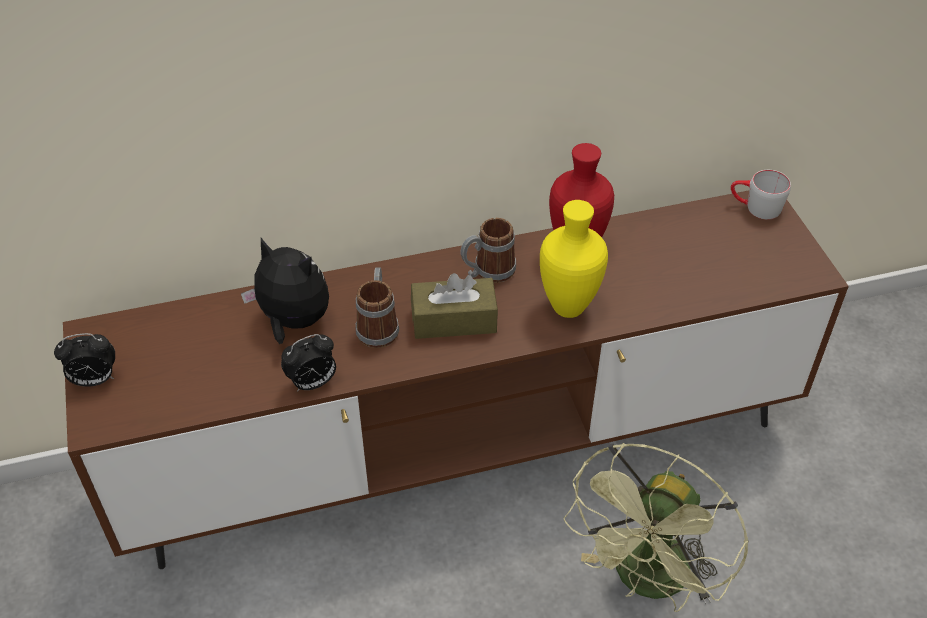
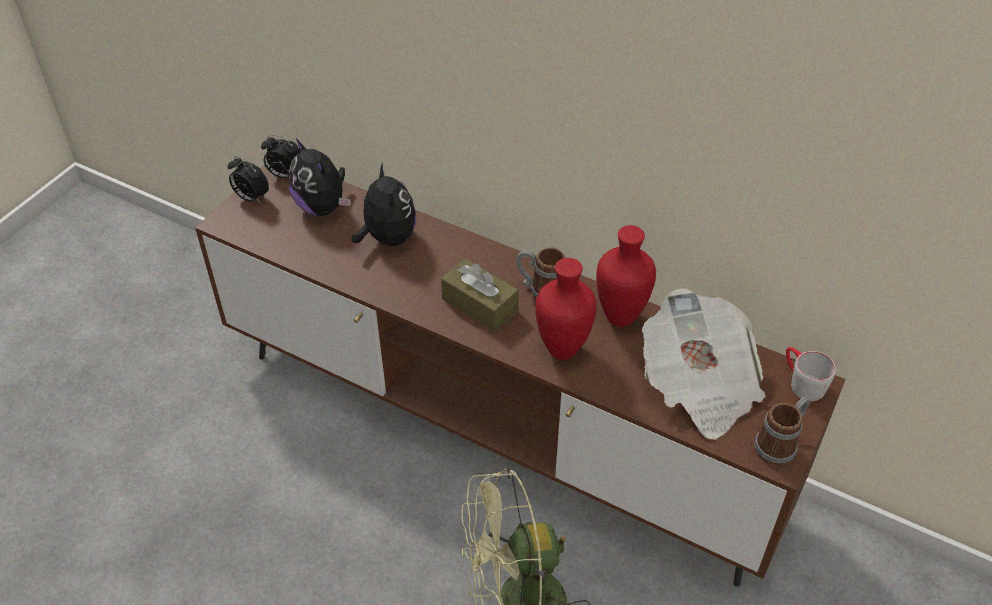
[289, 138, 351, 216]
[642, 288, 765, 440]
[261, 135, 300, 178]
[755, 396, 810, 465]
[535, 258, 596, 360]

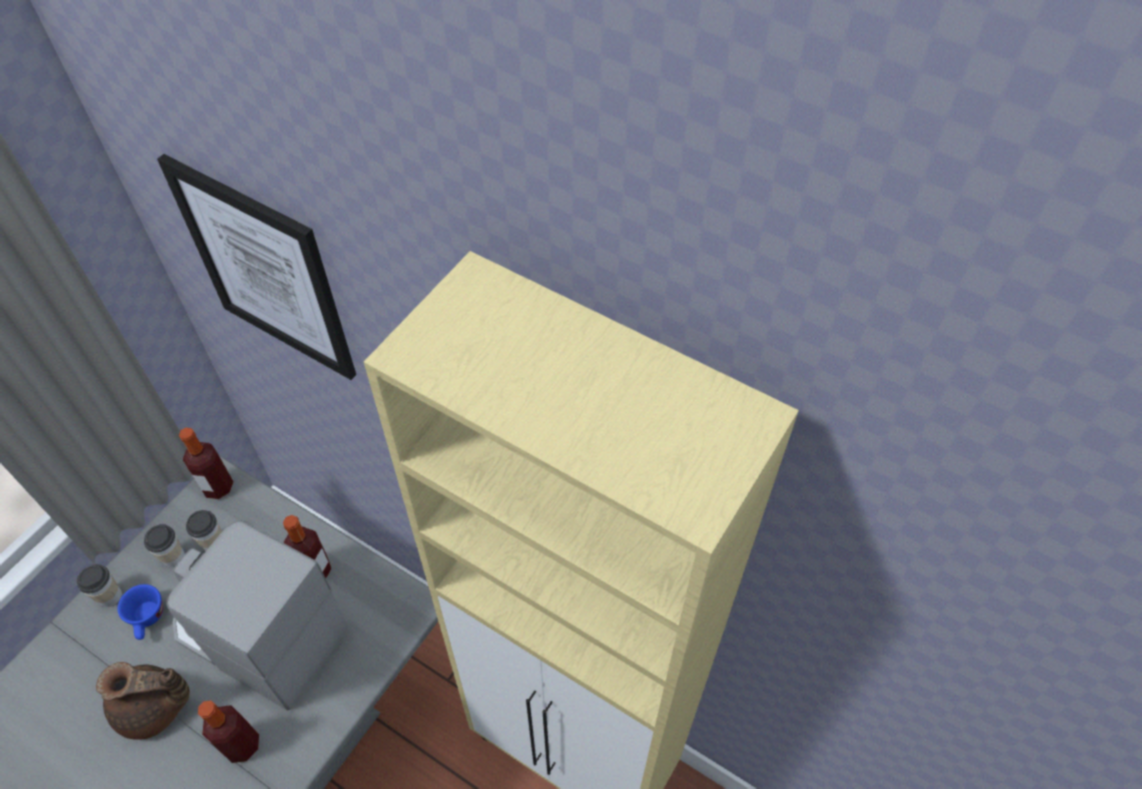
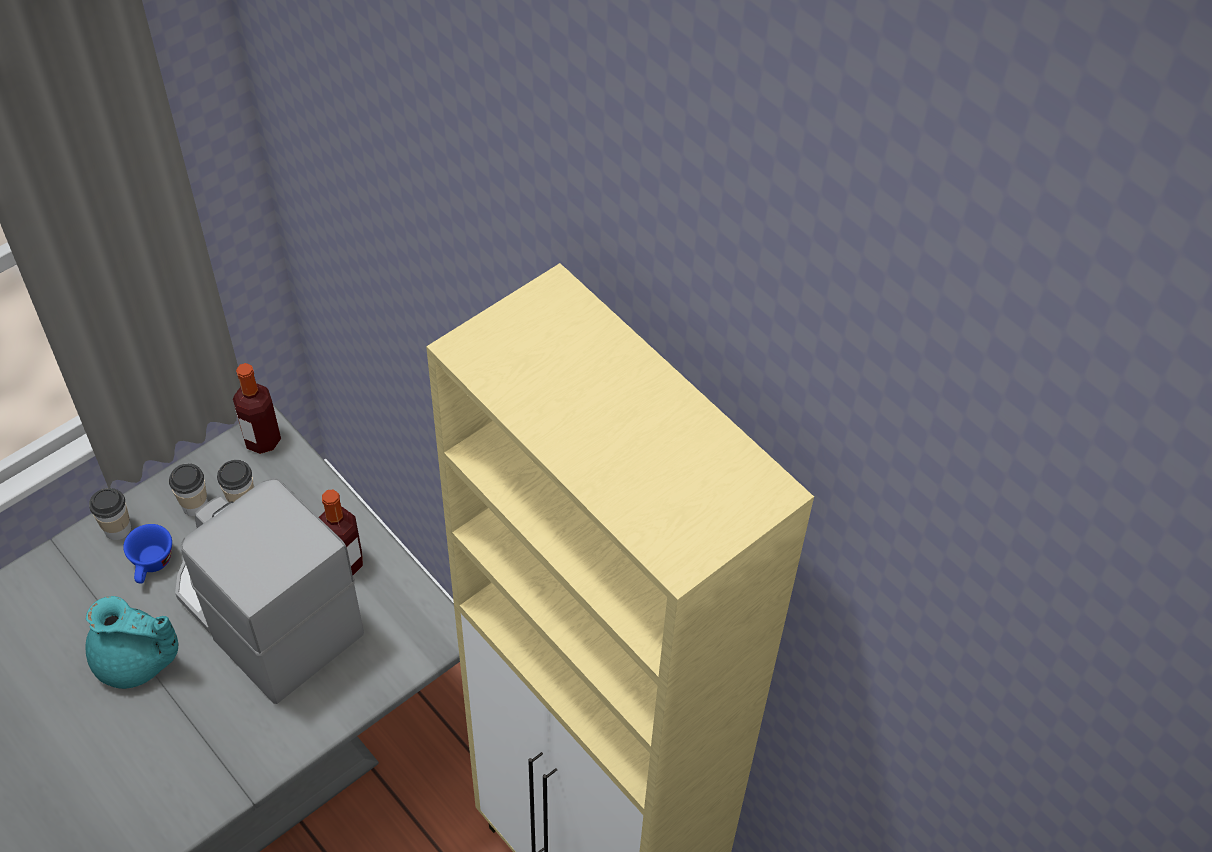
[157, 154, 356, 380] (first image)
[198, 701, 259, 763] (first image)
[86, 596, 178, 689]

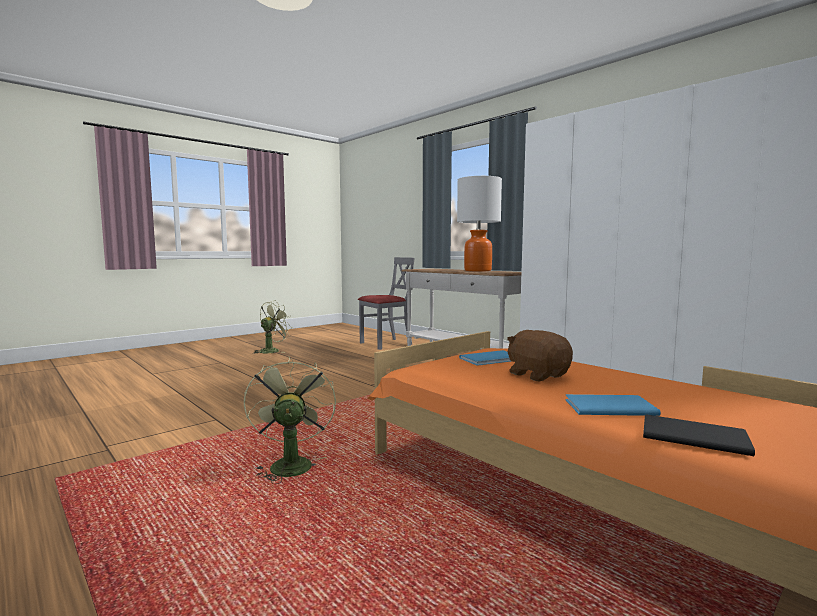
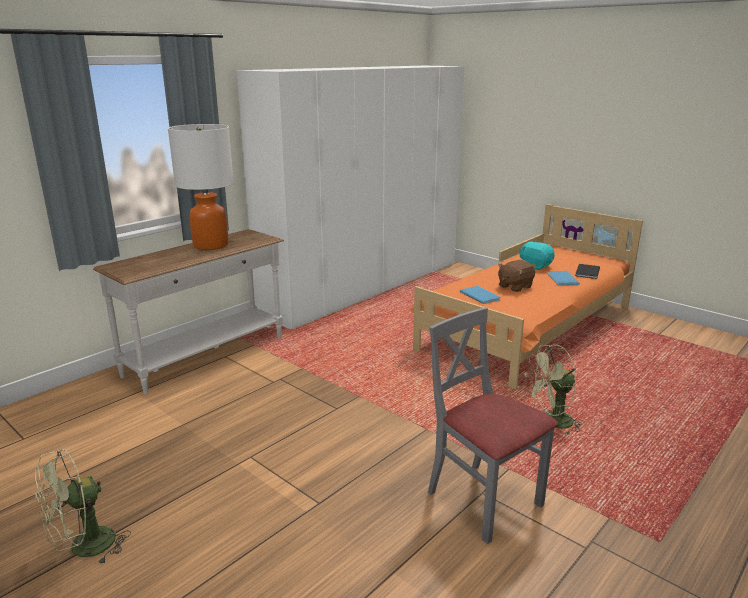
[519, 242, 555, 270]
[428, 307, 558, 544]
[35, 449, 131, 565]

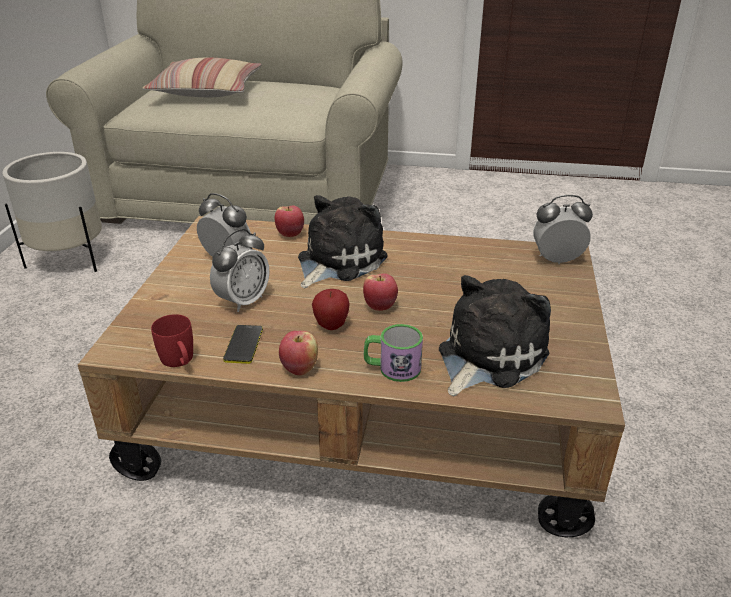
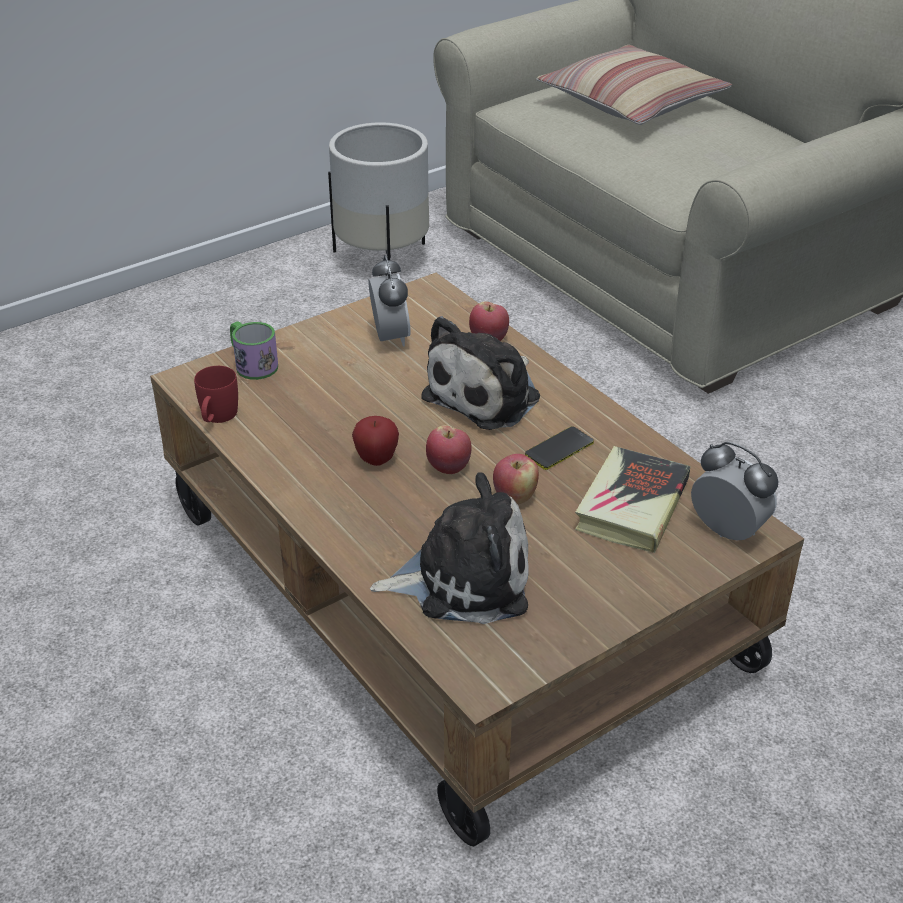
[210, 229, 270, 312] (first image)
[575, 446, 691, 553]
[525, 426, 594, 470]
[493, 454, 539, 505]
[230, 321, 278, 380]
[421, 316, 540, 430]

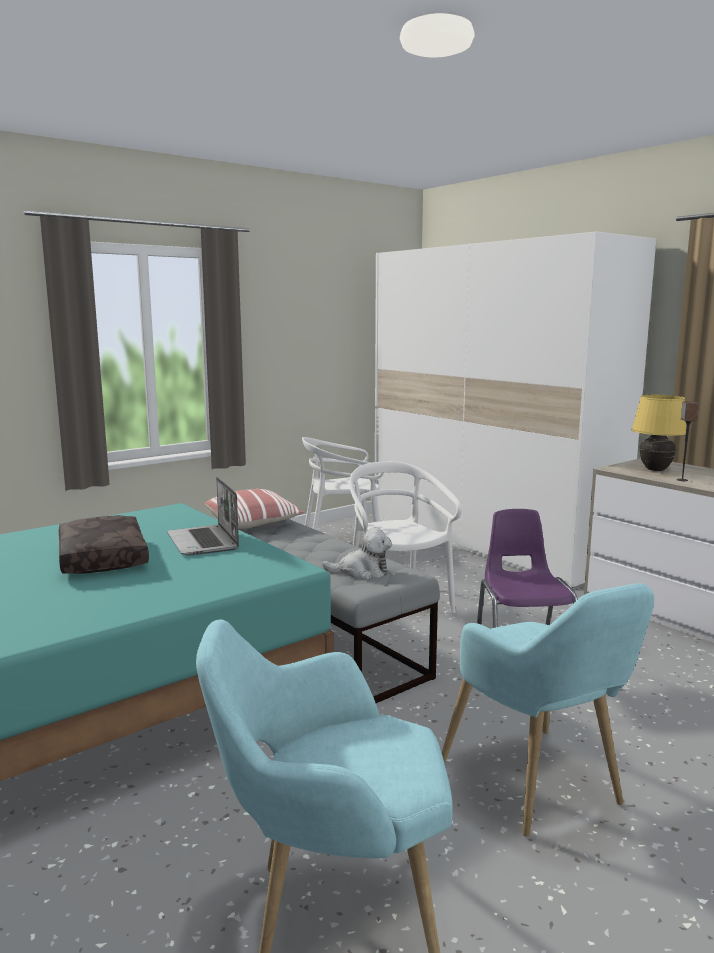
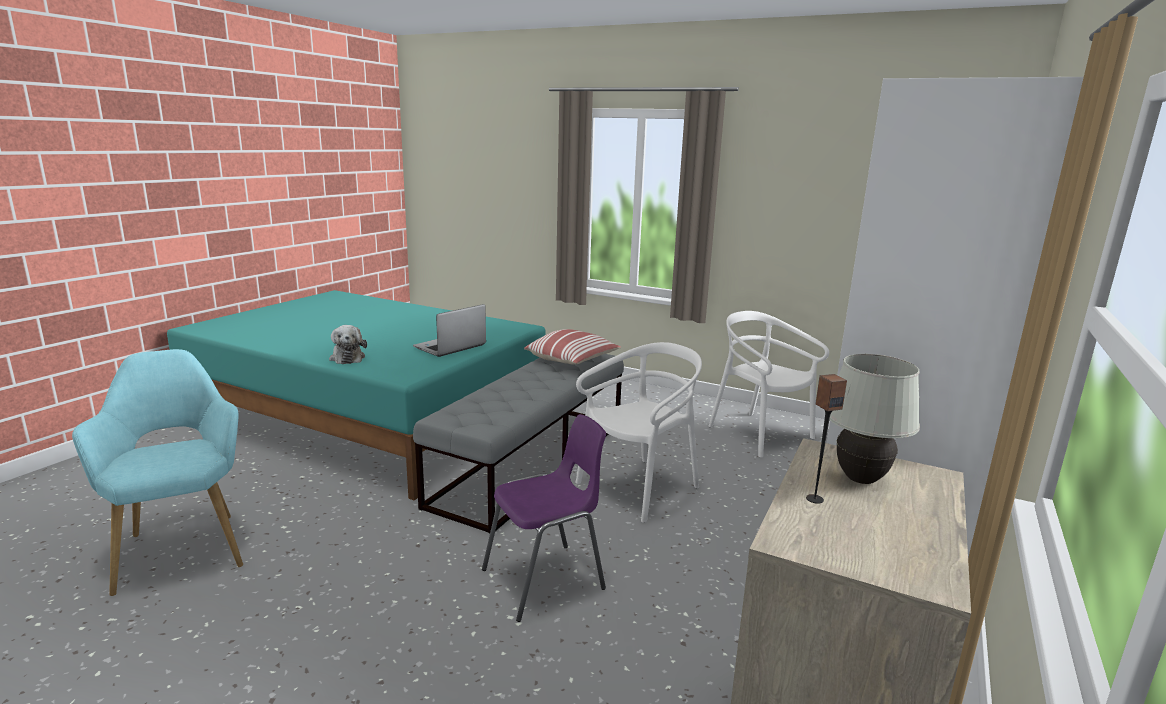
[59, 515, 149, 574] (first image)
[442, 583, 654, 837] (first image)
[329, 325, 367, 364]
[829, 354, 920, 484]

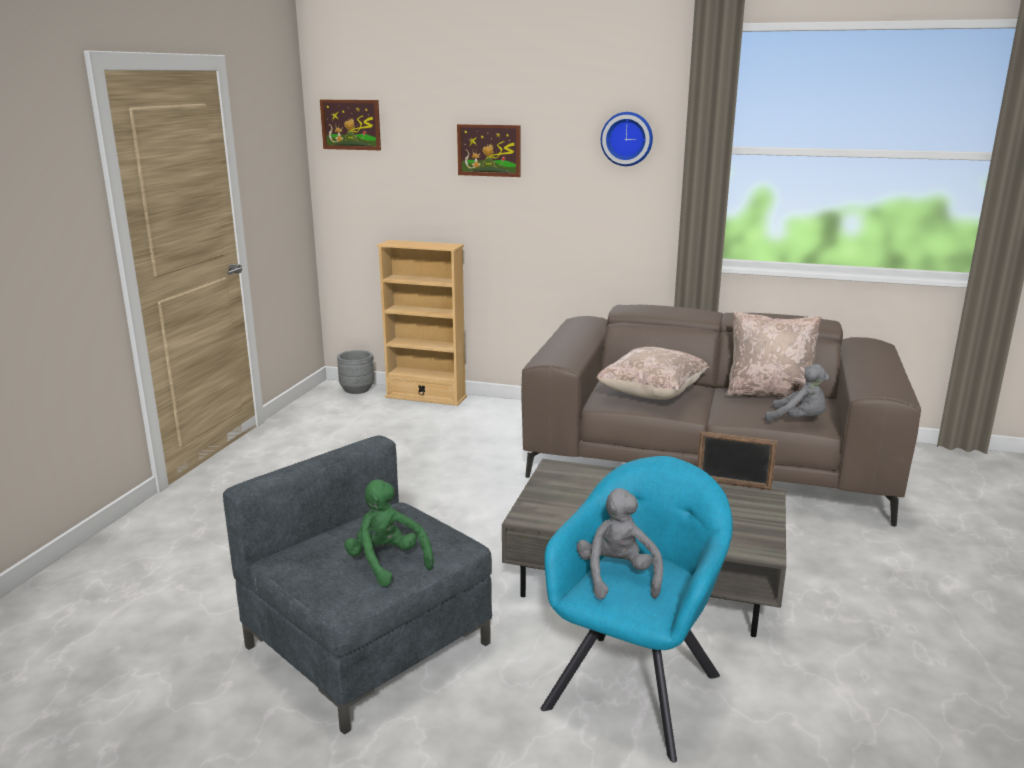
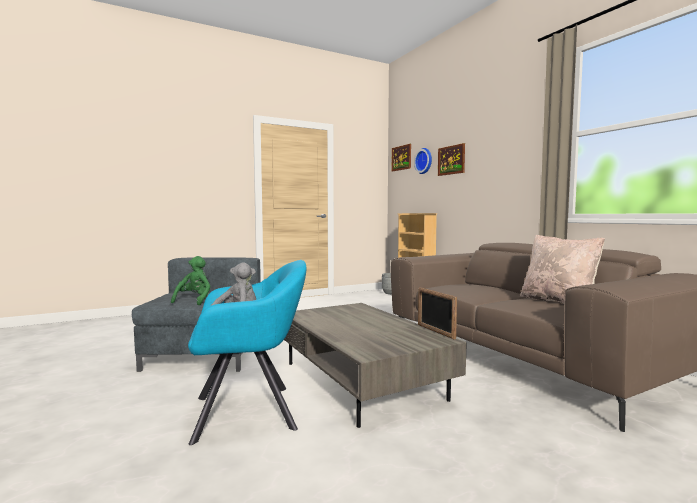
[596, 347, 710, 400] (first image)
[765, 364, 829, 423] (first image)
[414, 148, 432, 174]

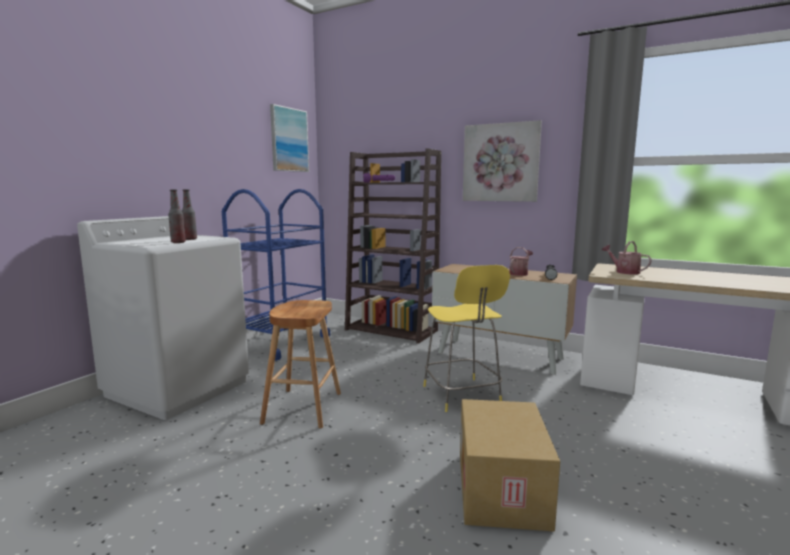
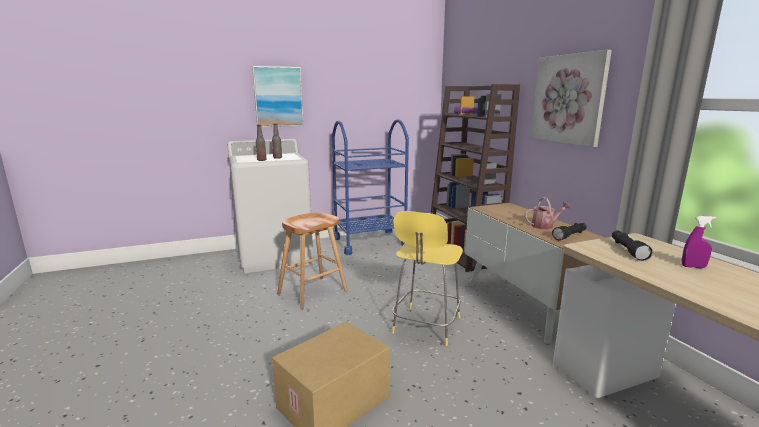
[682, 216, 716, 268]
[252, 66, 304, 127]
[612, 230, 653, 261]

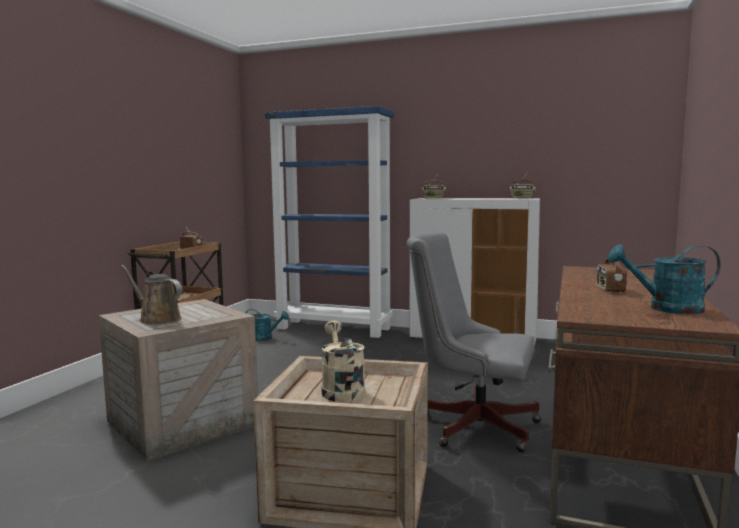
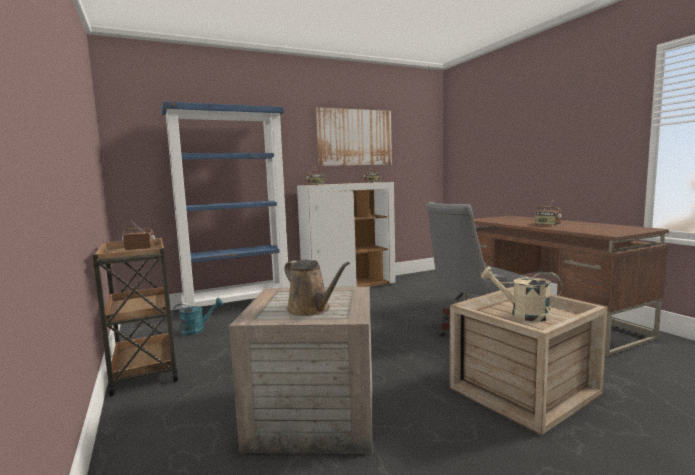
[608, 244, 721, 314] (first image)
[316, 107, 392, 166]
[284, 260, 350, 316]

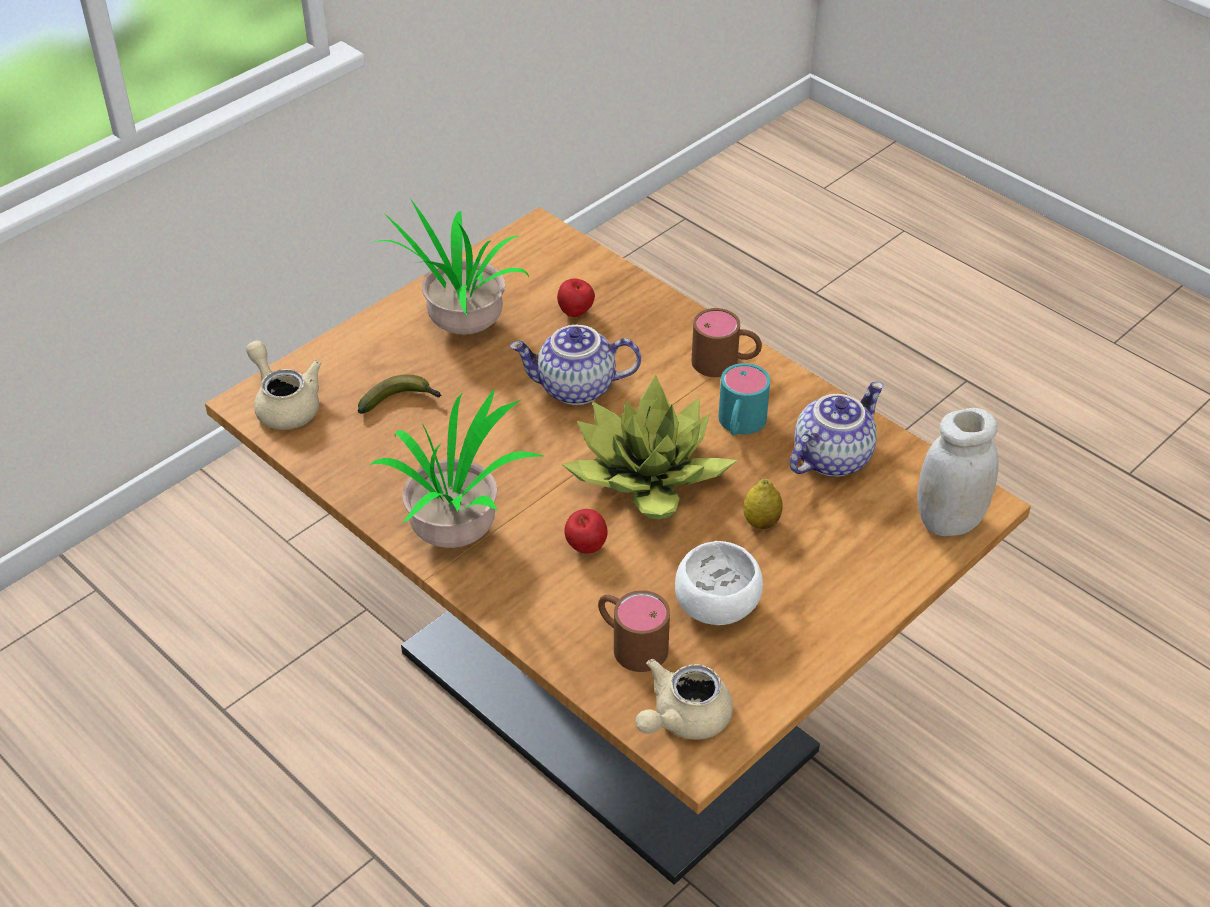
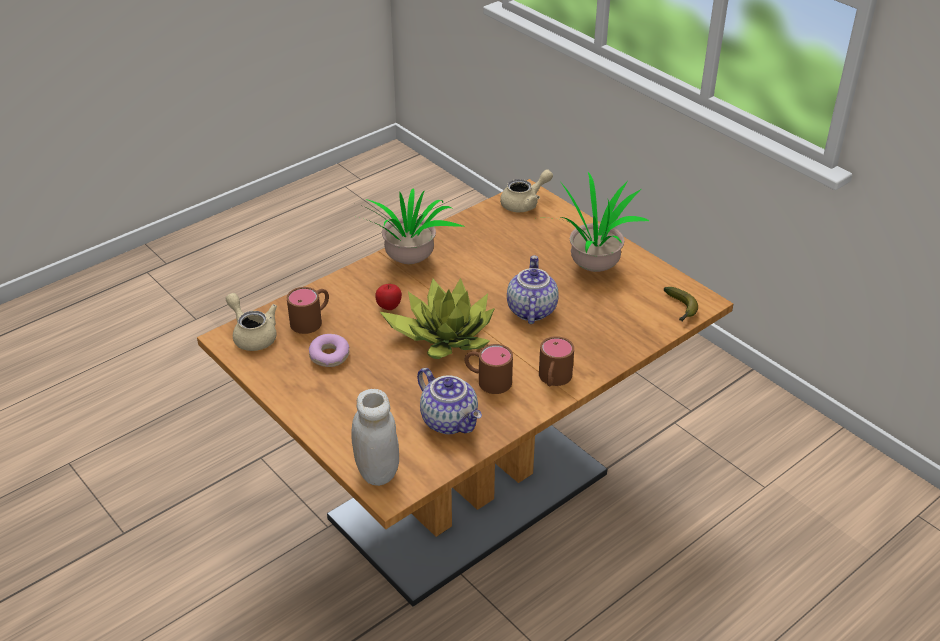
[557, 279, 595, 317] (first image)
[744, 479, 783, 529] (first image)
[664, 287, 698, 322]
[309, 334, 350, 367]
[465, 344, 513, 394]

